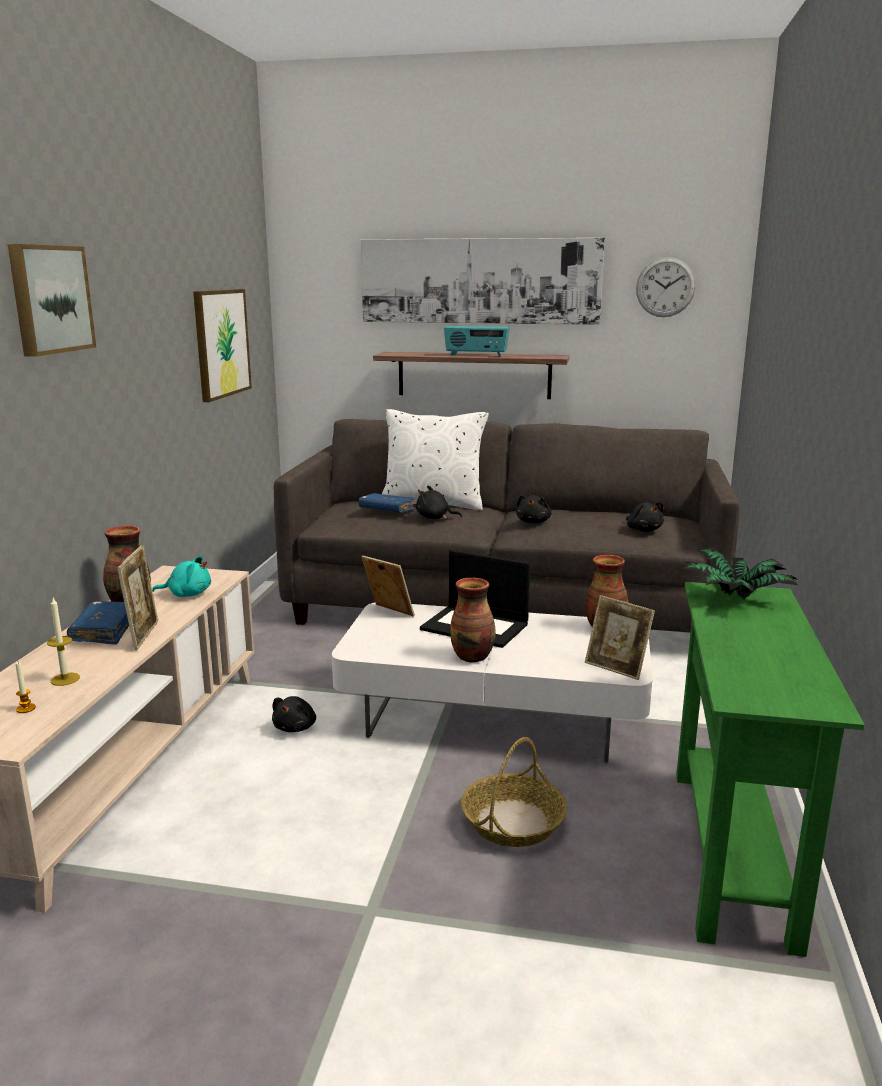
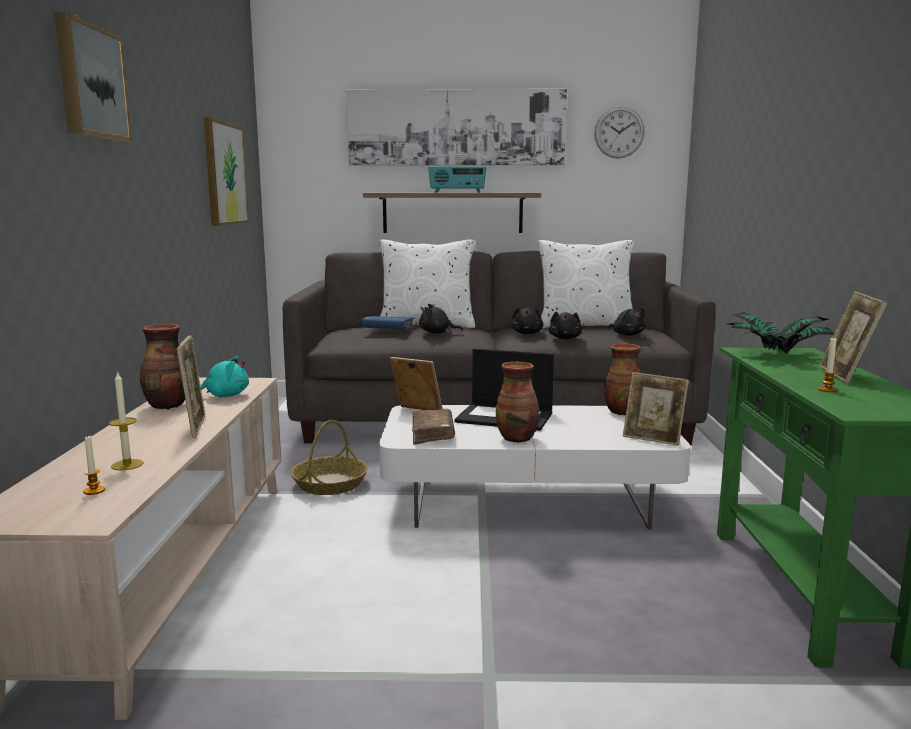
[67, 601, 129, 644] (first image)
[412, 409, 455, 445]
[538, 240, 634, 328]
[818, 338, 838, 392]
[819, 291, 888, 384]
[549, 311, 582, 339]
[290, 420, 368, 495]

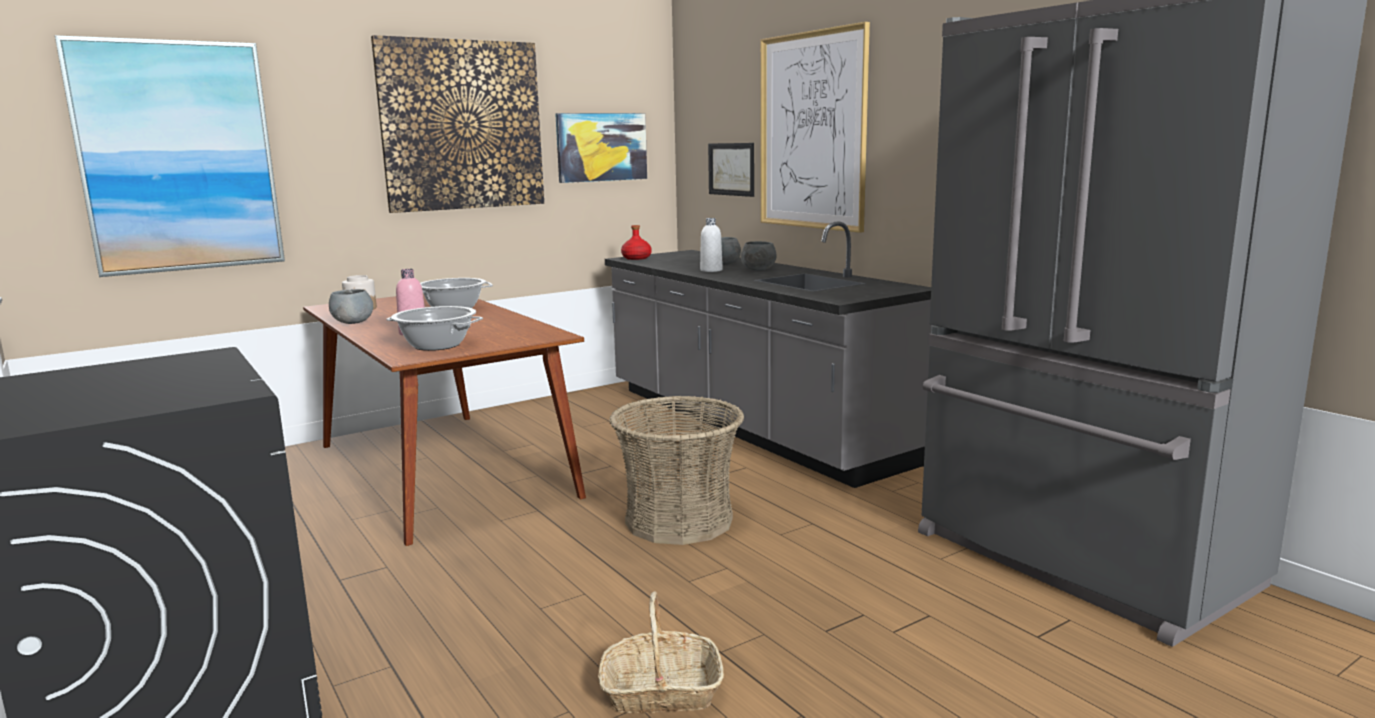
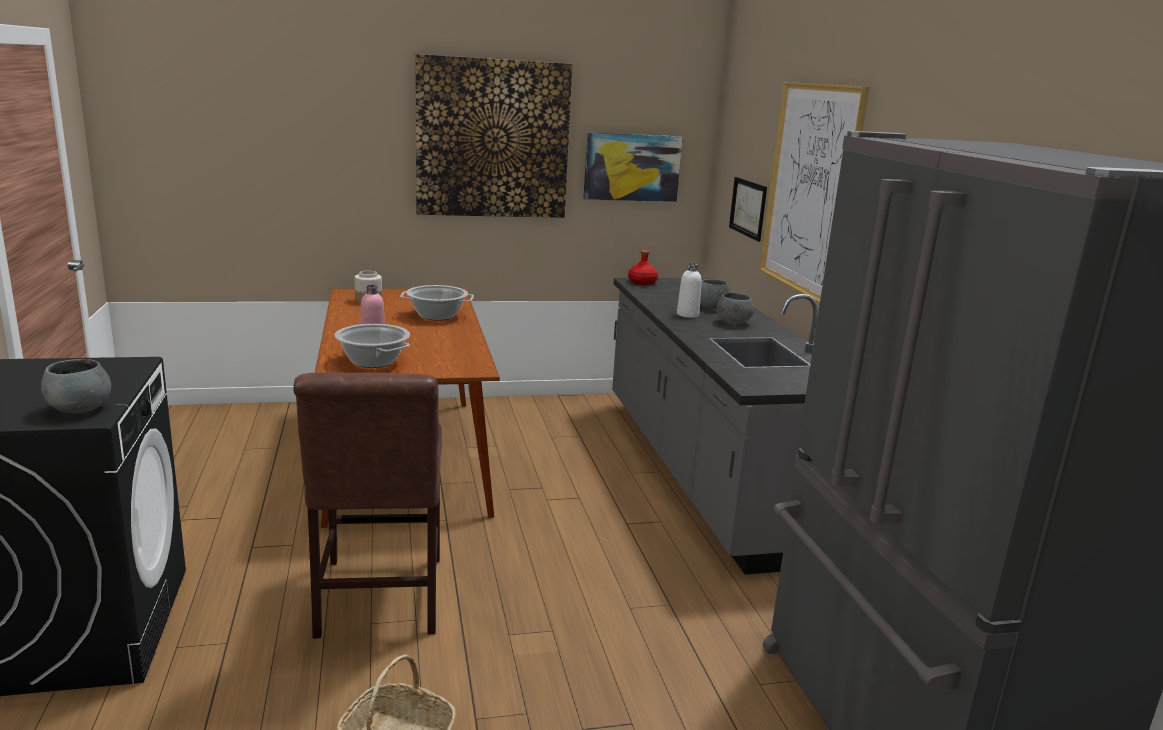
[55, 35, 285, 277] (first image)
[609, 396, 744, 545] (first image)
[293, 372, 442, 639]
[41, 359, 111, 414]

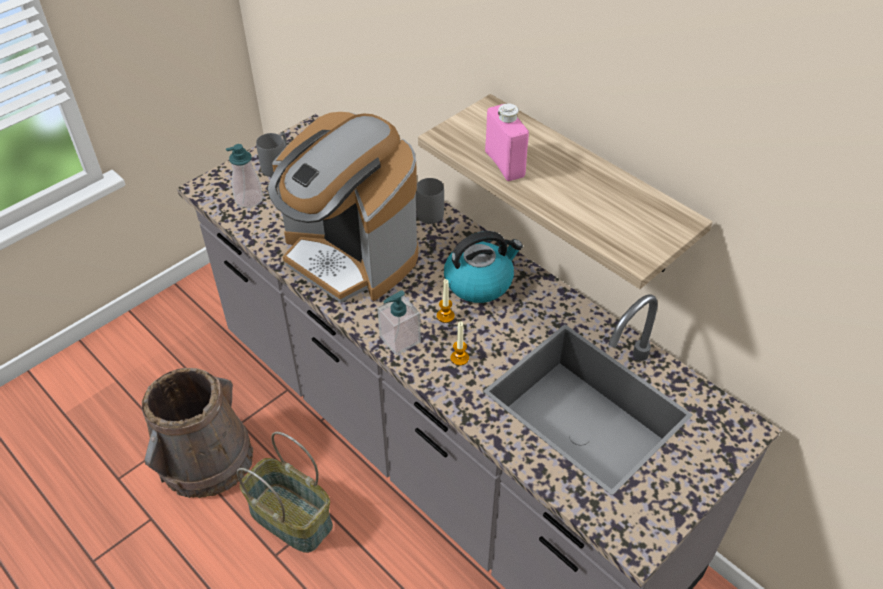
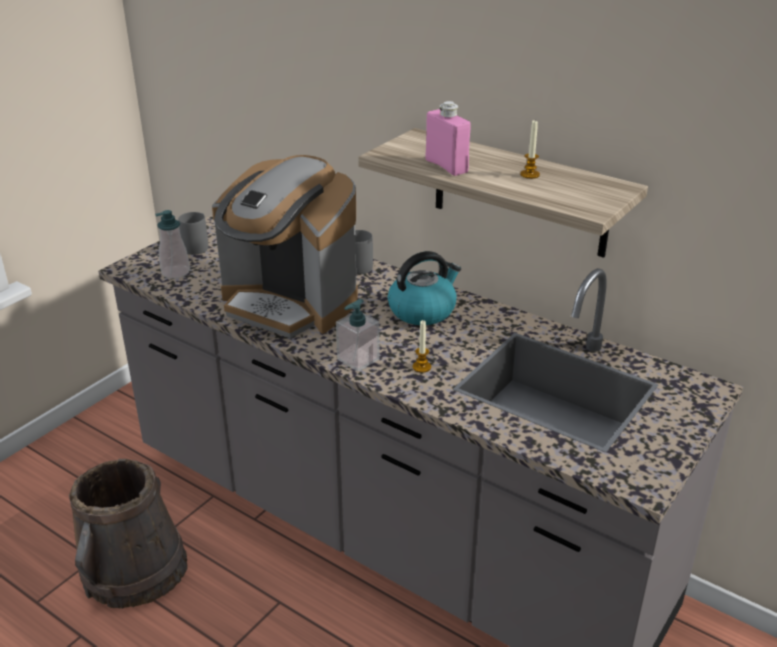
[237, 432, 333, 553] (first image)
[520, 120, 540, 179]

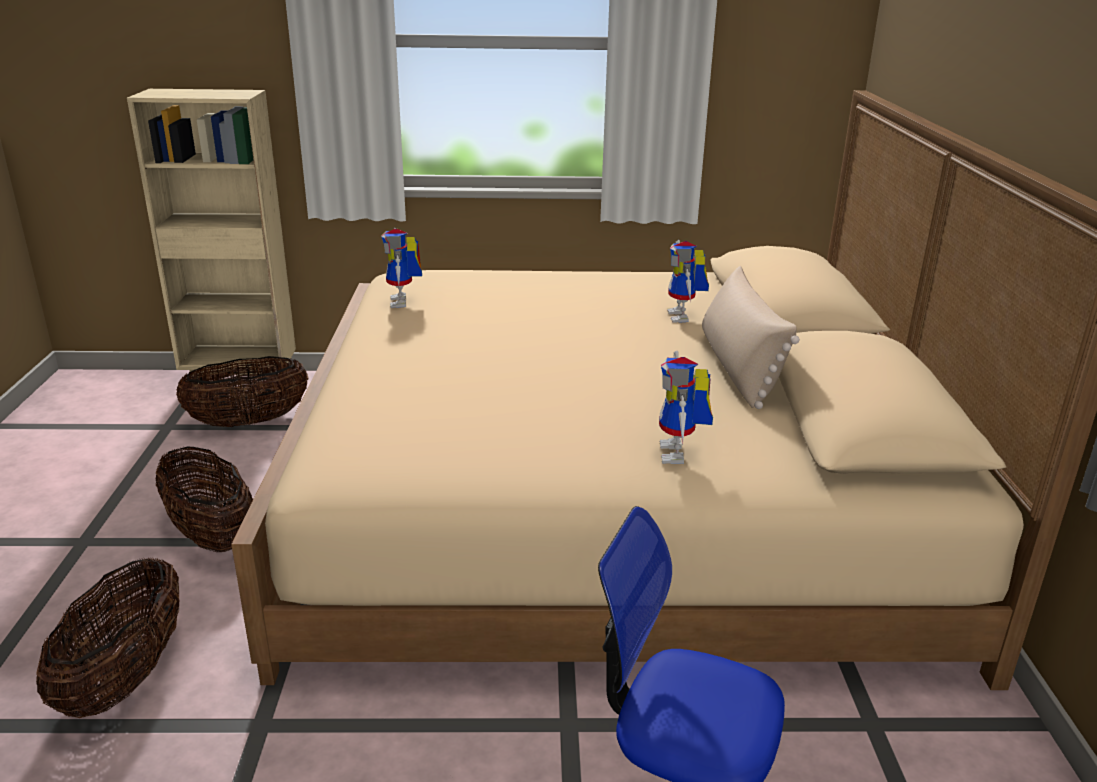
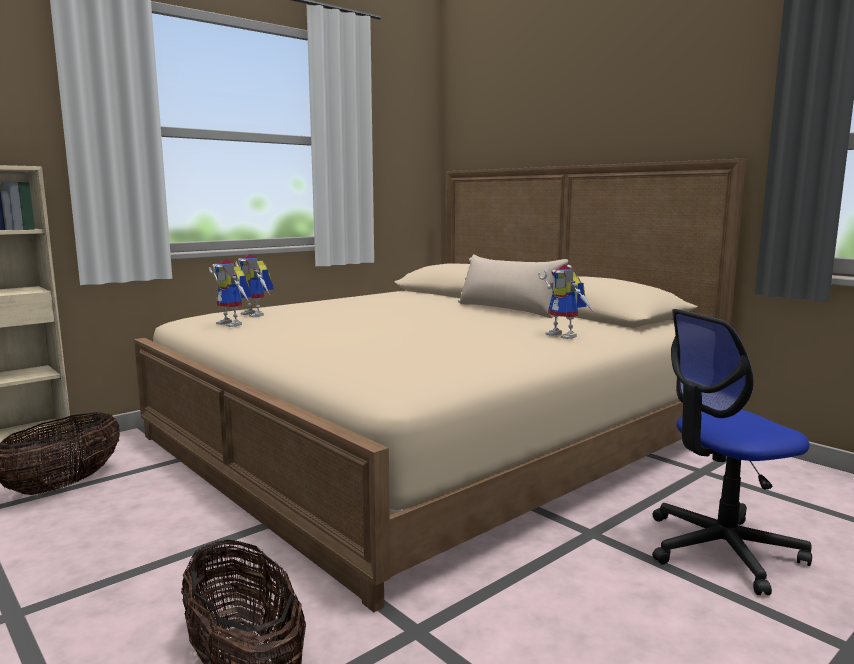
[156, 447, 253, 552] (first image)
[235, 254, 274, 317]

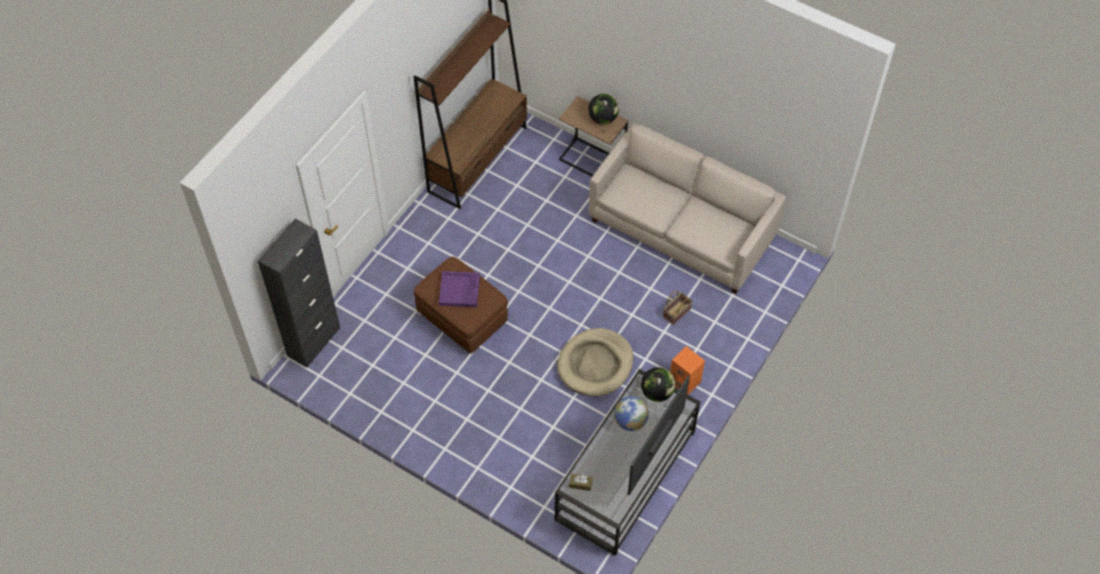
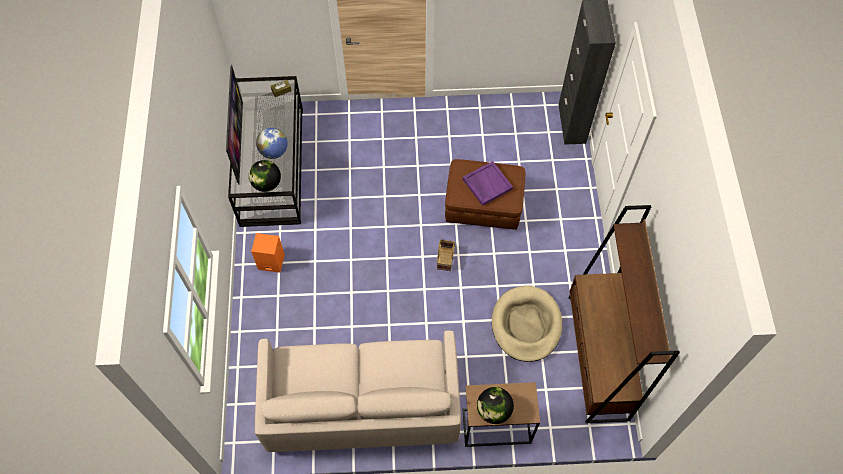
[492, 286, 562, 362]
[437, 239, 455, 271]

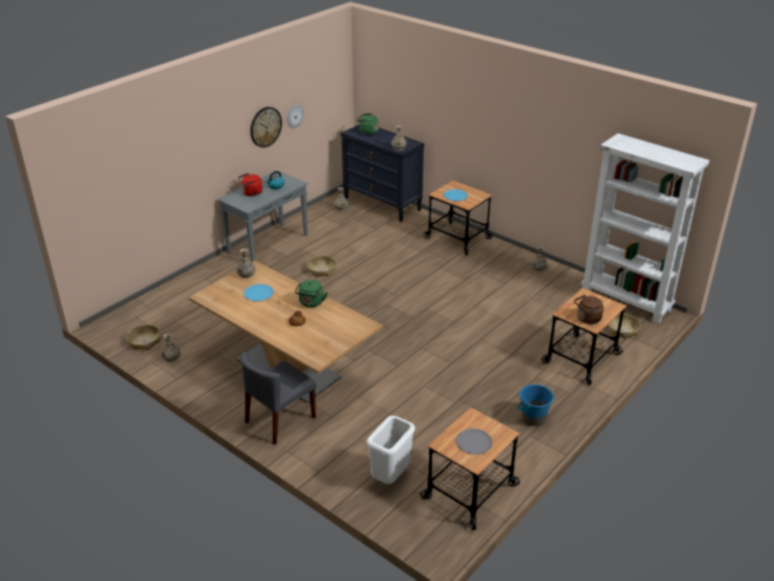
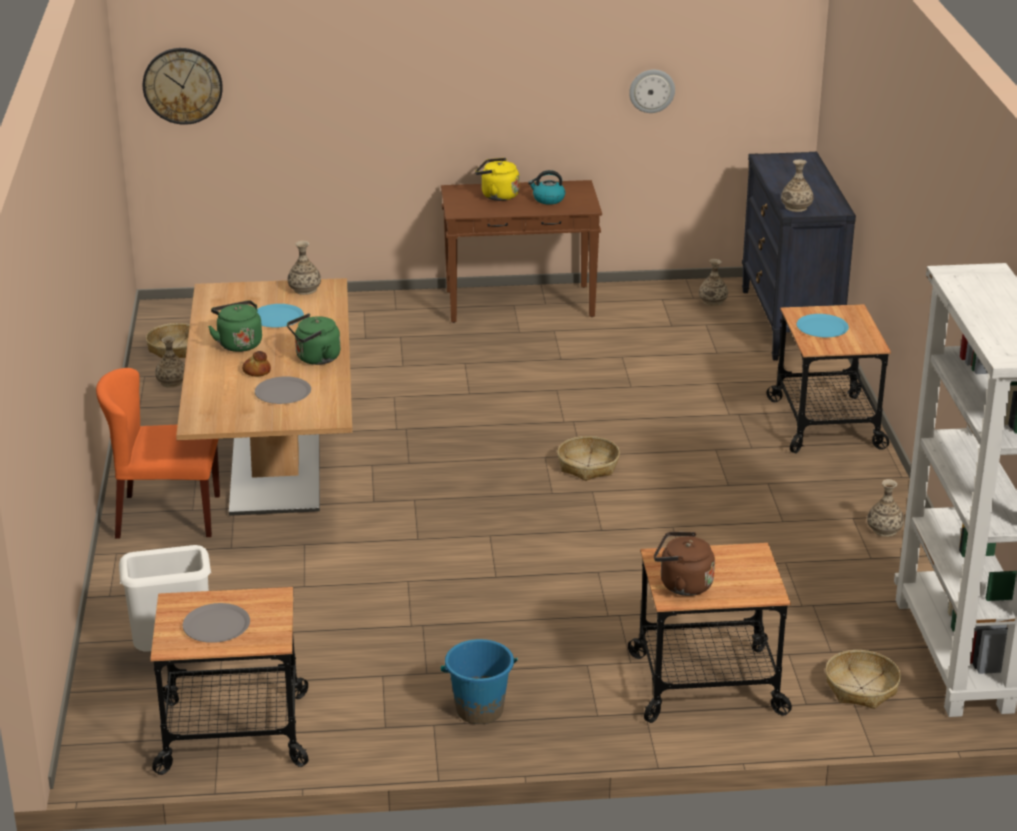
[255, 376, 311, 404]
[143, 48, 223, 125]
[557, 436, 620, 481]
[208, 300, 262, 352]
[441, 180, 602, 323]
[475, 158, 519, 201]
[96, 368, 220, 539]

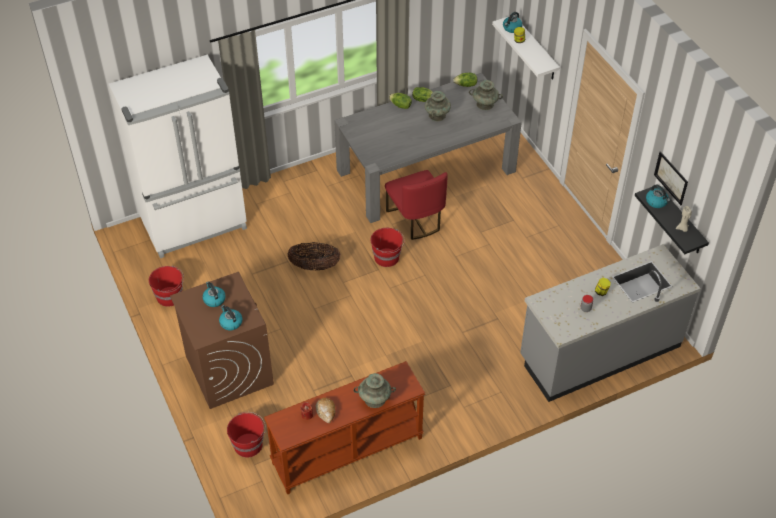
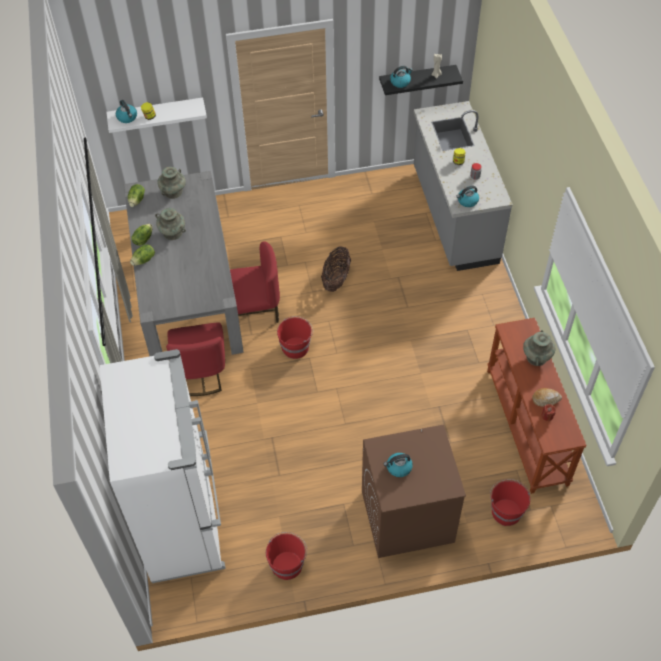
[654, 151, 688, 205] (first image)
[166, 323, 225, 396]
[456, 186, 479, 207]
[321, 246, 351, 292]

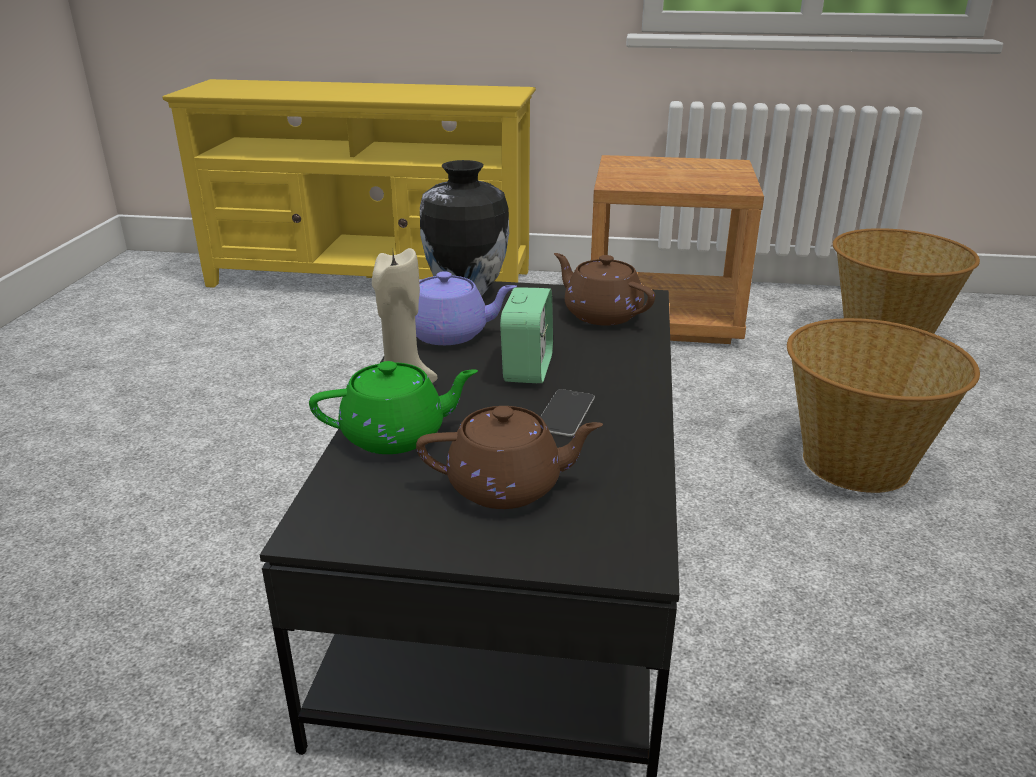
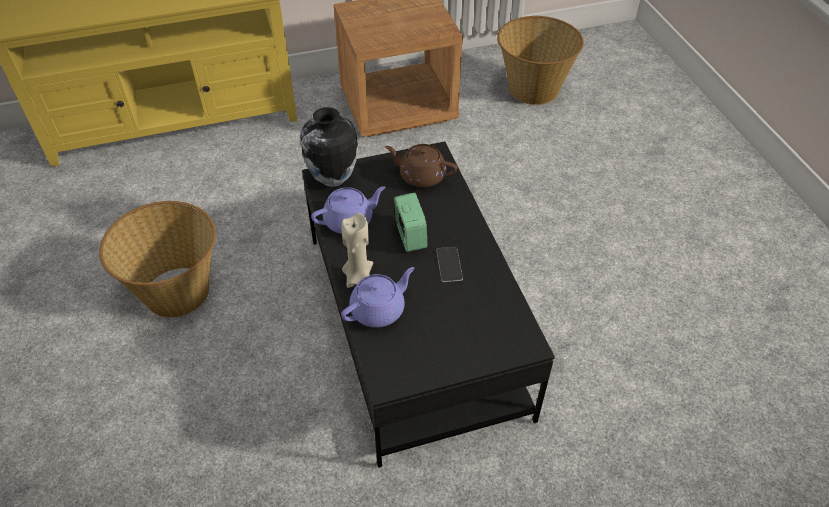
[416, 406, 603, 509] (first image)
[99, 201, 216, 317]
[341, 267, 414, 328]

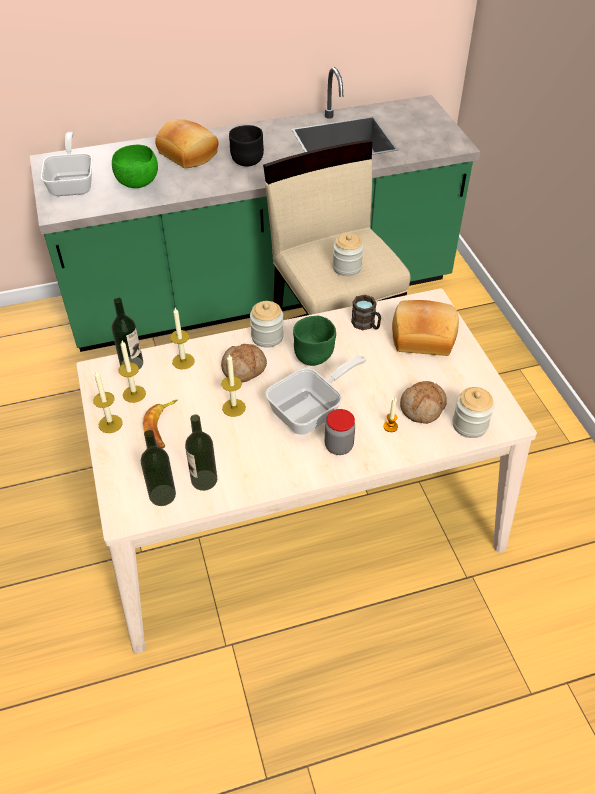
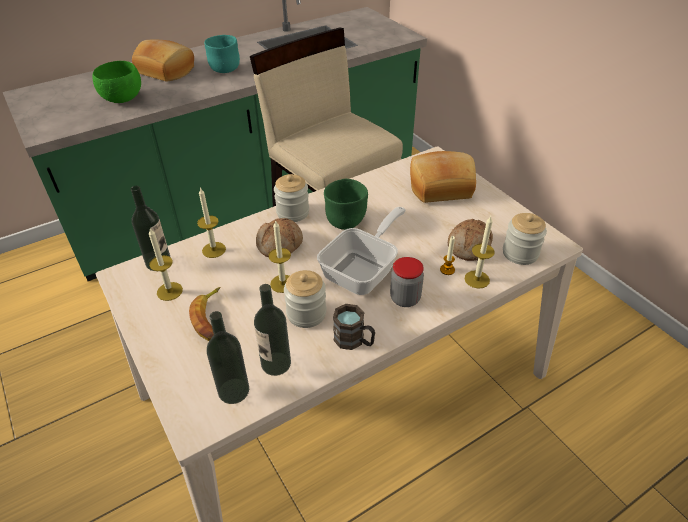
[41, 132, 92, 196] (first image)
[465, 216, 495, 289]
[284, 270, 326, 328]
[333, 304, 375, 350]
[204, 35, 240, 73]

